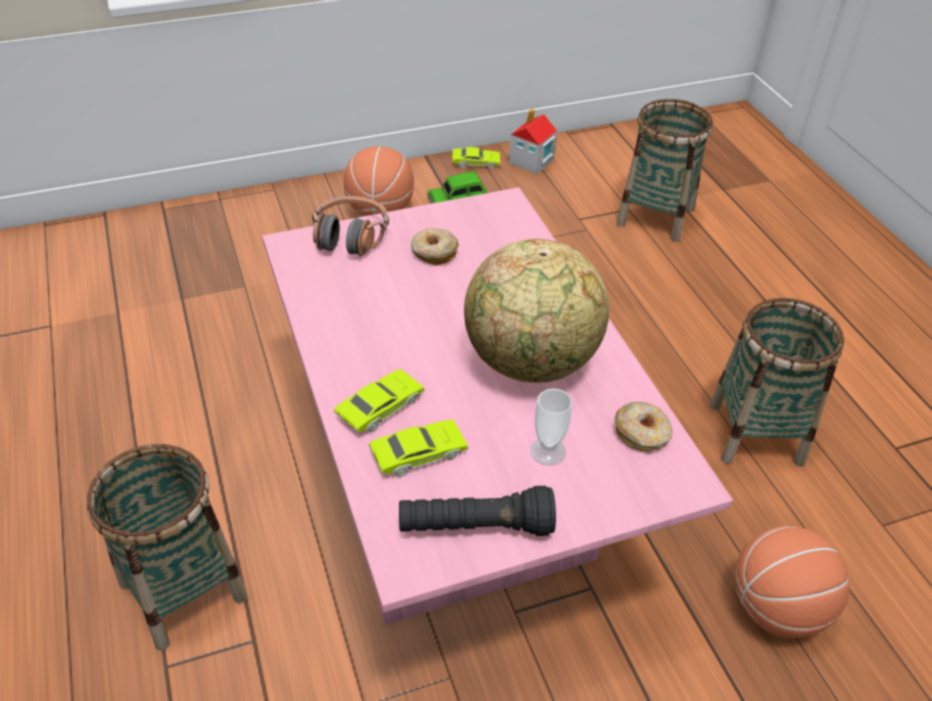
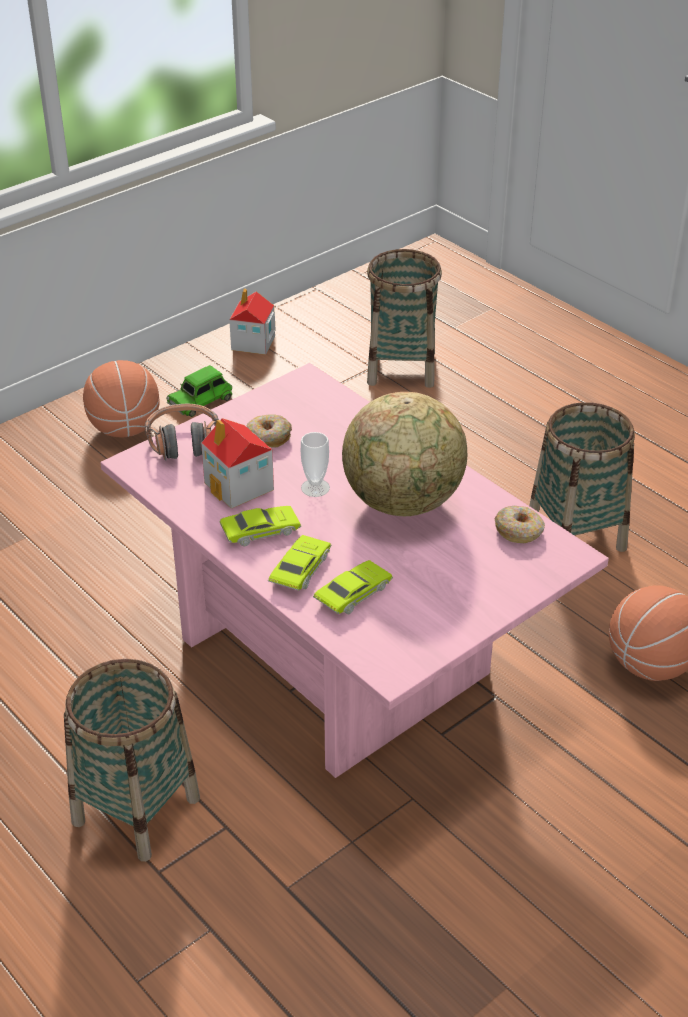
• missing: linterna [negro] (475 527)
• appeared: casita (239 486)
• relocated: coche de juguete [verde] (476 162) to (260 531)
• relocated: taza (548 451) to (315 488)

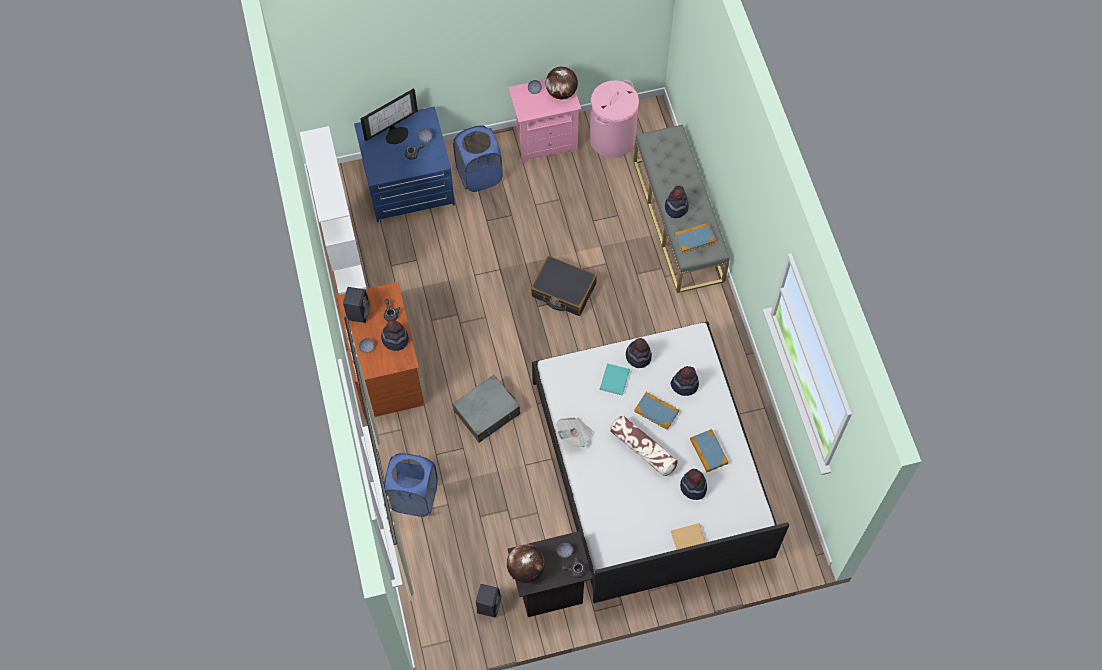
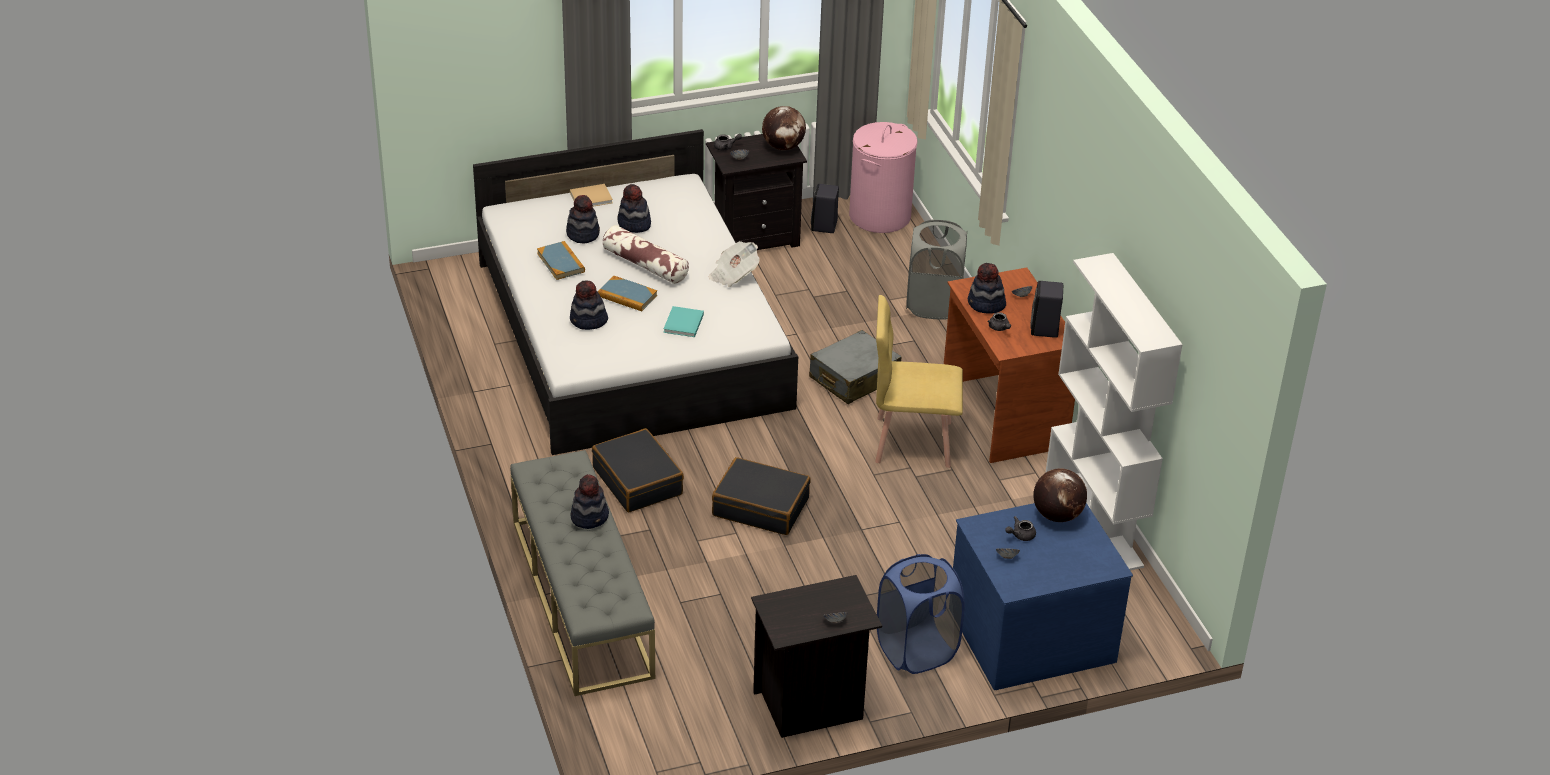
• missing: monitor (395 133)
• missing: libro (694 238)
• appeared: maleta [negro] (638 481)
• appeared: silla [amarillo] (912 441)
• relocated: globo terráqueo (561 92) to (1057 515)
• relocated: cesto de la ropa [rosa] (612 139) to (880 216)
• relocated: sombrero (638 356) to (634 224)
• colour: cesto de la ropa [azul] (413 497) to cesto de la ropa [gris] (933 304)
• colour: mesita de noche [rosa] (545 140) to mesita de noche [negro] (811 705)

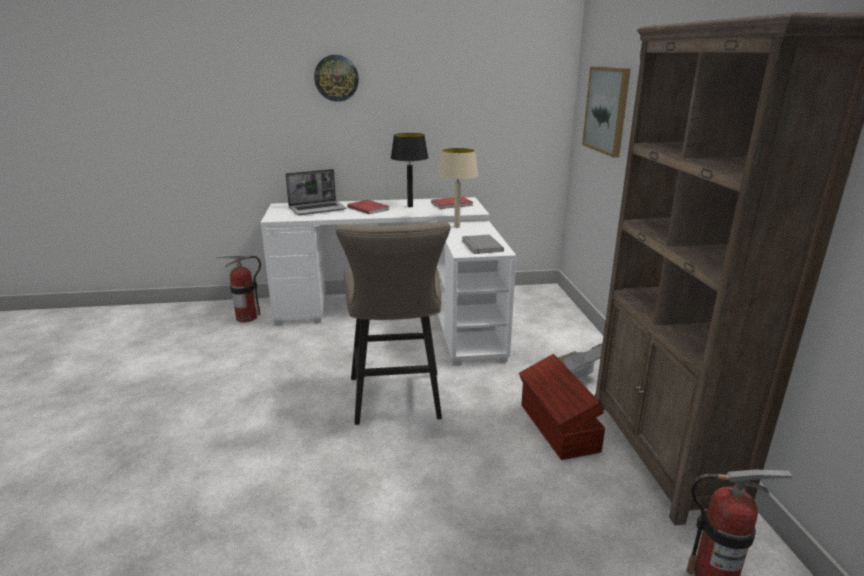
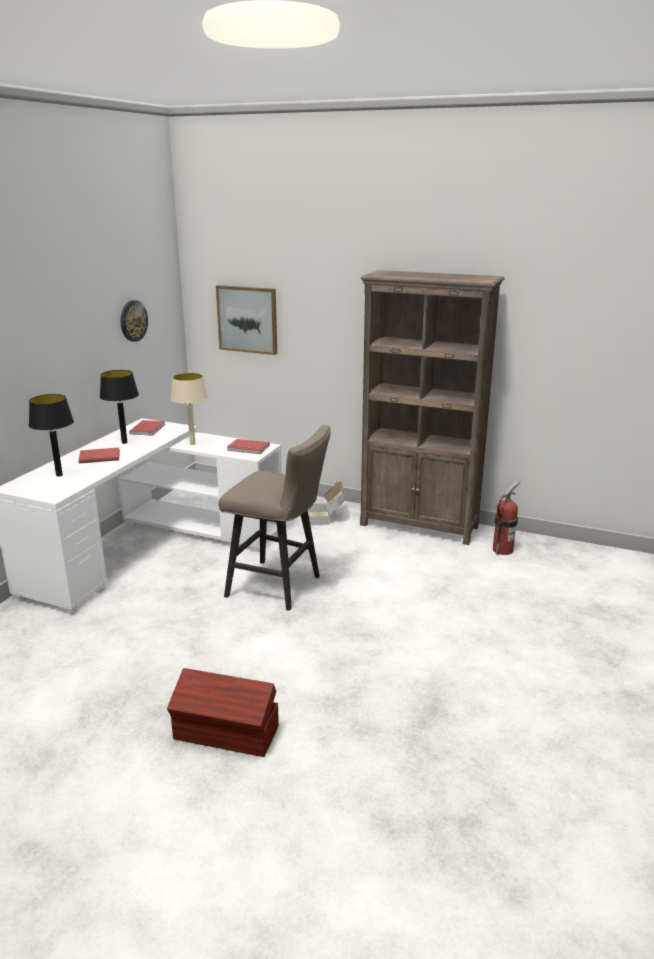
• missing: extintor (246 318)
• relocated: reloj de pared (336 78) to (133 320)
• relocated: caja de almacenaje [marrón] (557 428) to (226 734)
• exchanged: portátil (318 209) to lámpara de mesa [negro] (59 475)
• colour: libro [gris] (480 246) to libro [rojo] (248 448)

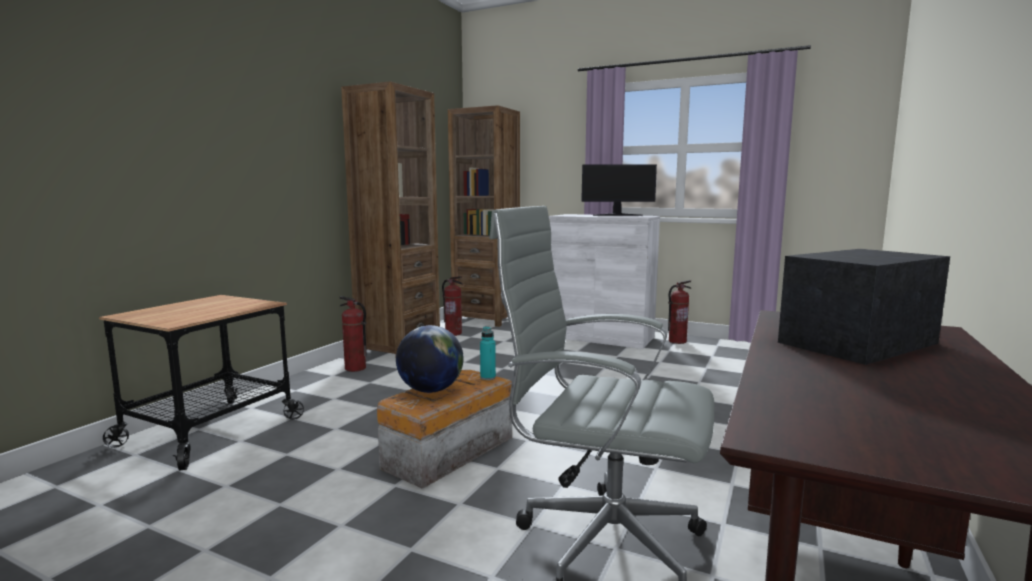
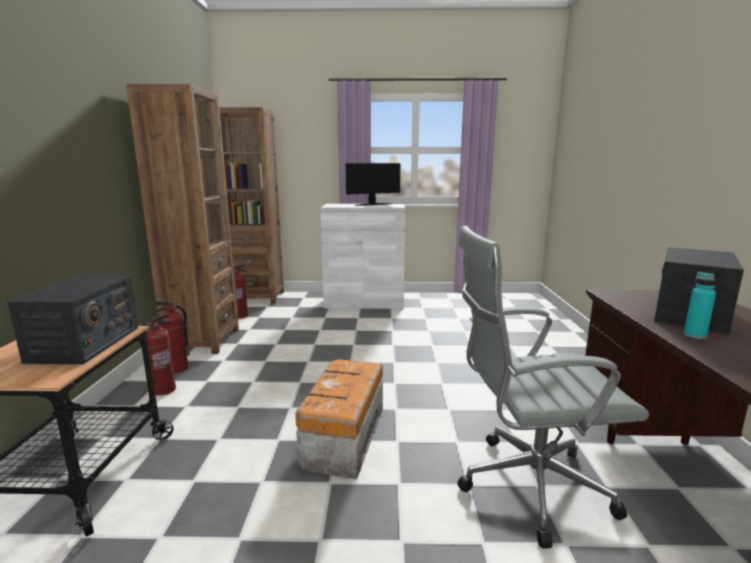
• missing: globo terráqueo (430 390)
• appeared: radio (85 344)
• relocated: botella [turquesa] (488 377) to (695 335)
• relocated: extintor (677 341) to (164 390)

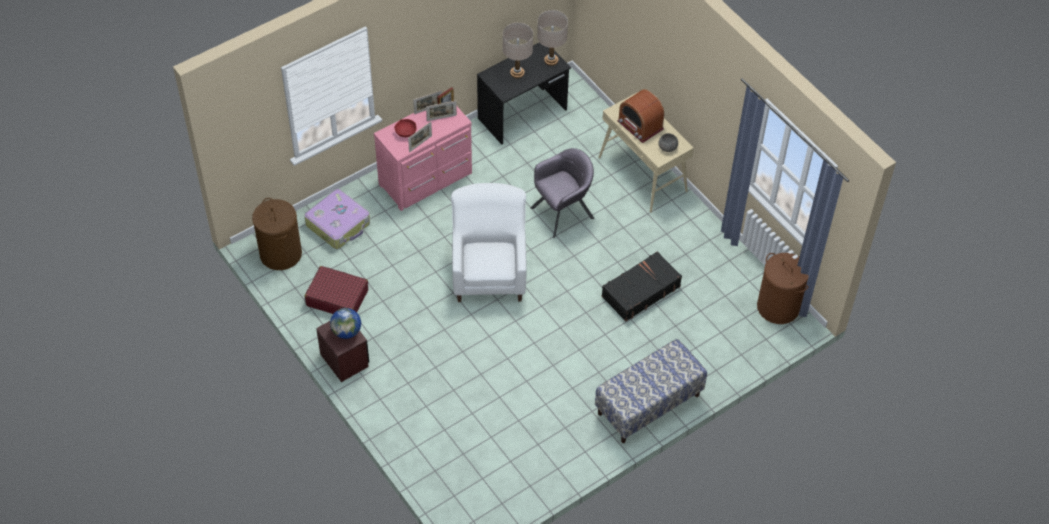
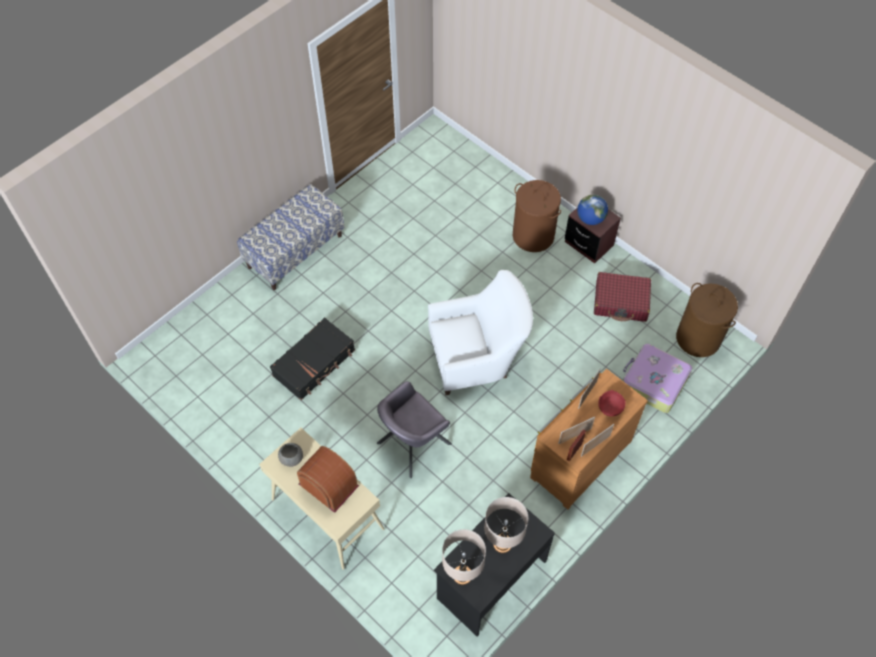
• relocated: cesto de la ropa [marrón] (778 307) to (533 235)
• colour: cómoda [rosa] (427 180) to cómoda [marrón] (578 458)
• spun: sillón [blanco] (489 270) = (477 358) 90 degrees counterclockwise

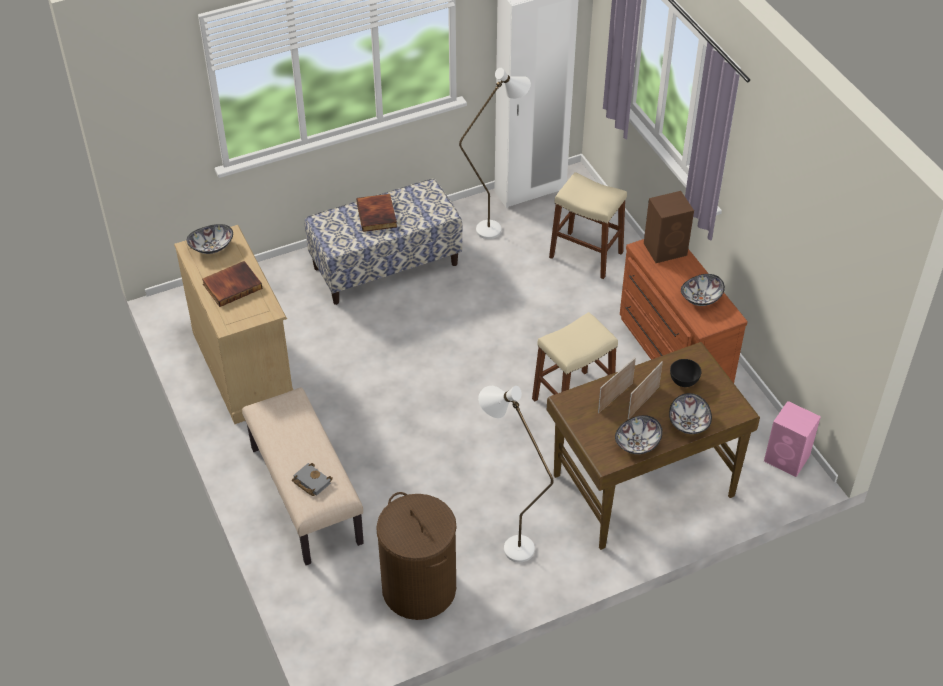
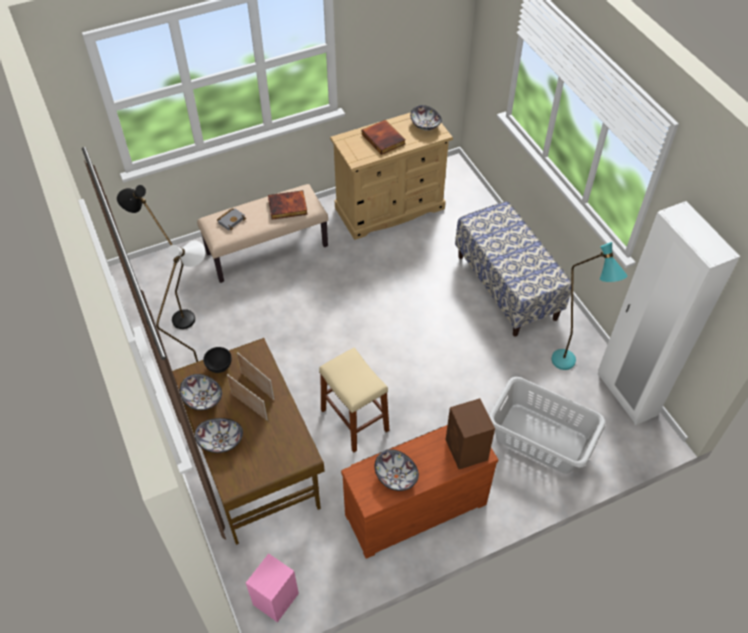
• relocated: libro (377 215) to (287 207)
• relocated: cuenco [negro] (684 381) to (219 366)
• exchanged: cesto de la ropa [marrón] (419 588) to lámpara de pie [negro] (176 316)
• exchanged: taburete [beis] (586 255) to cesto de la ropa [gris] (540 439)
• colour: lámpara de pie [blanco] (497 227) to lámpara de pie [turquesa] (568 367)

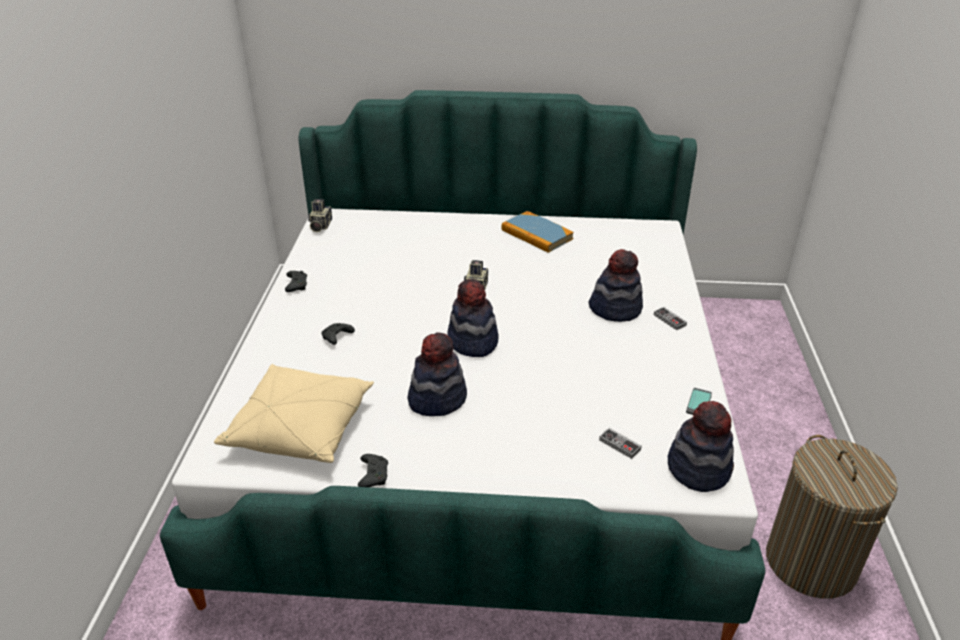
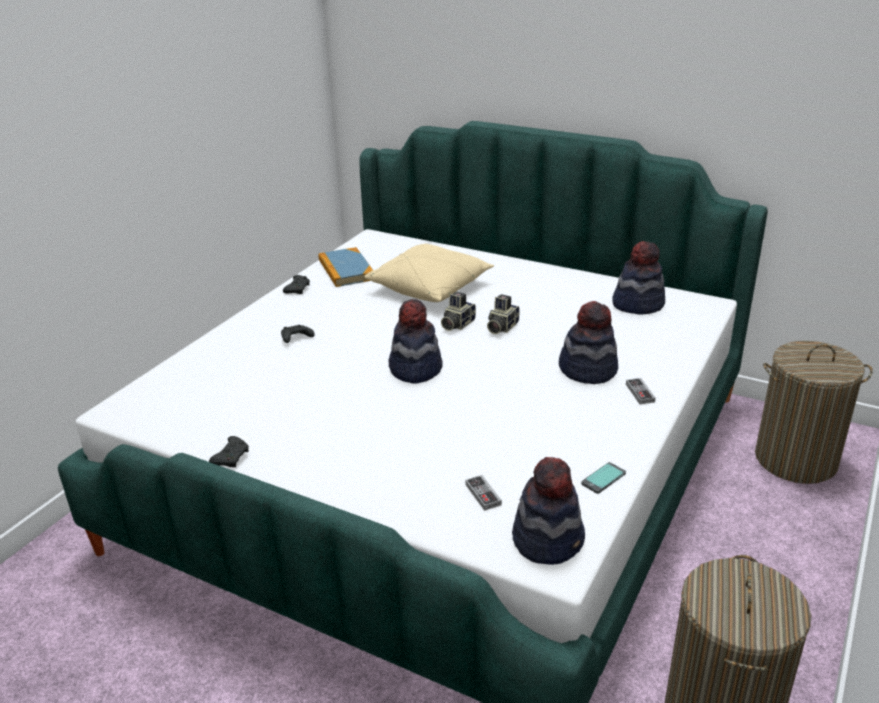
• appeared: cesto de la ropa (795 459)
• relocated: cojín [beis] (300 427) to (430 287)
• relocated: cámara (320 226) to (501 327)
• relocated: sombrero (437 398) to (638 304)
• relocated: libro (536 234) to (346 270)

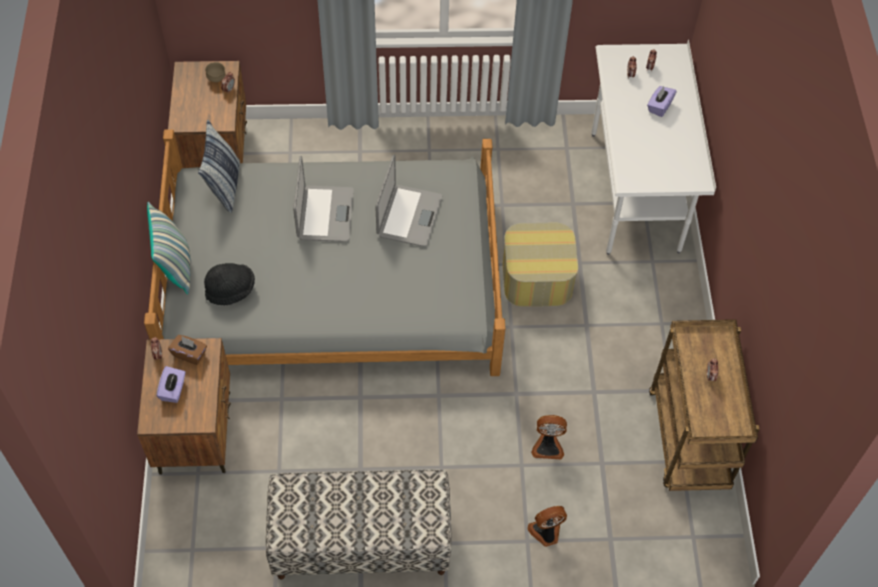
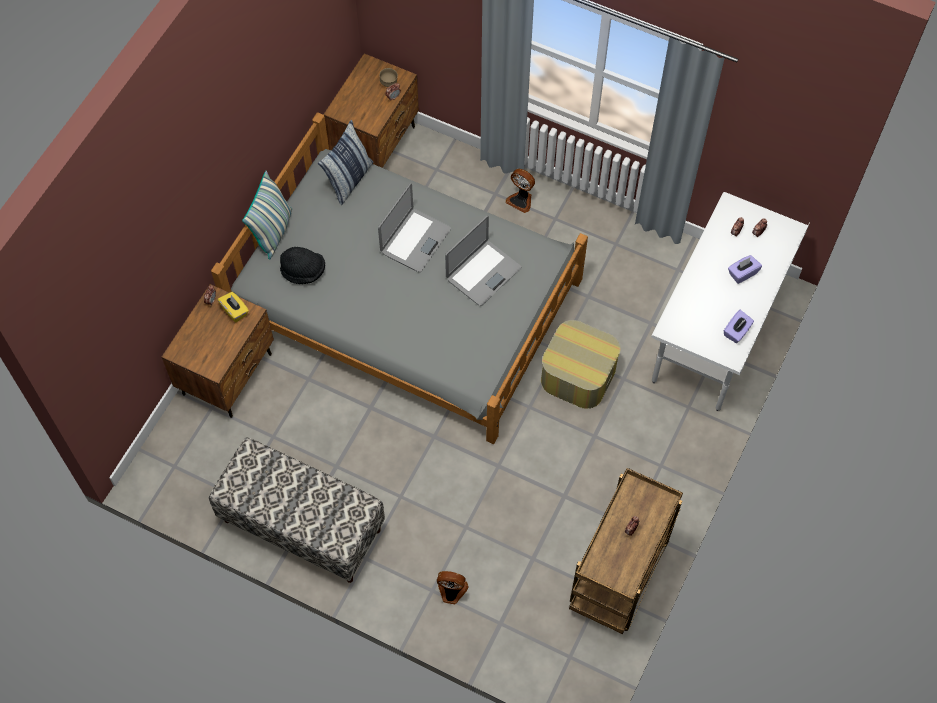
• relocated: caja de pañuelos [morado] (173 390) to (736 332)
• relocated: ventilador (548 446) to (521 200)
• colour: caja de pañuelos [marrón] (189 354) to caja de pañuelos [amarillo] (235 311)

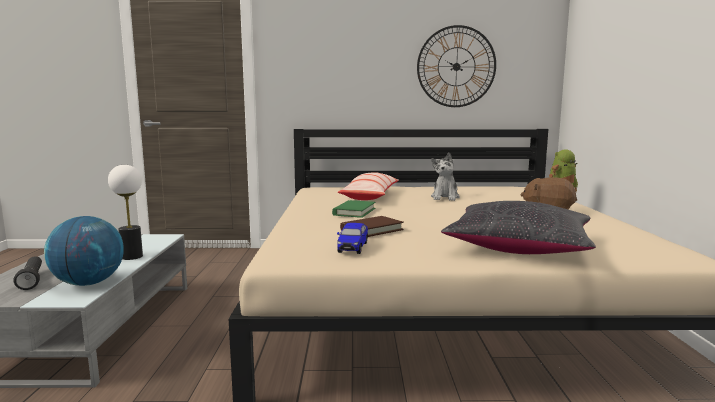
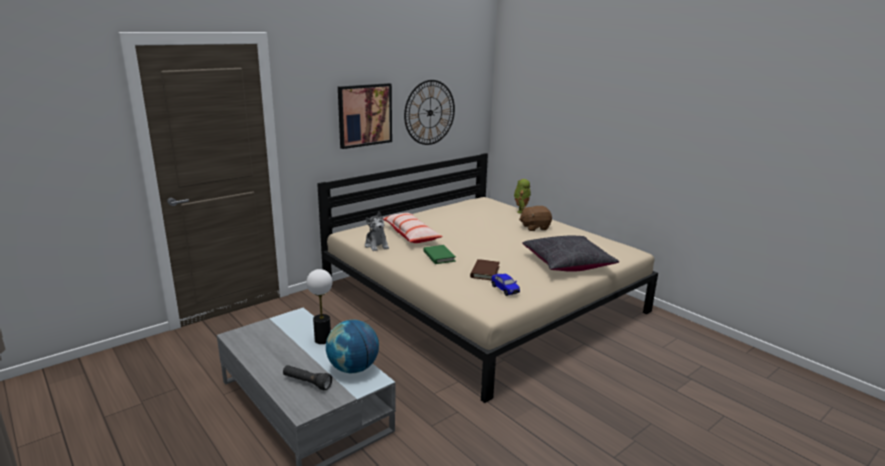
• appeared: cuadro (364 115)
• relocated: peluche (445 197) to (376 245)

